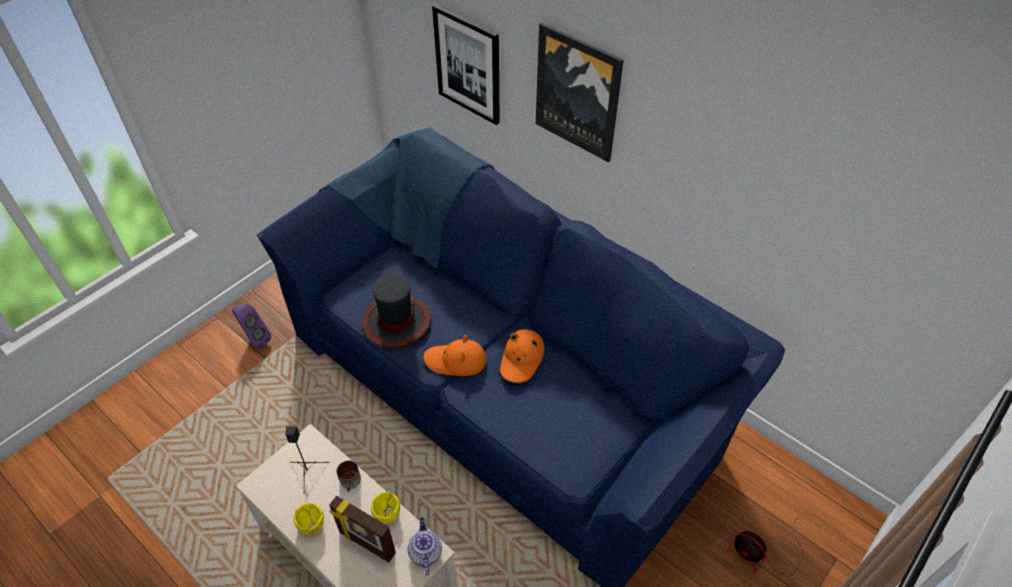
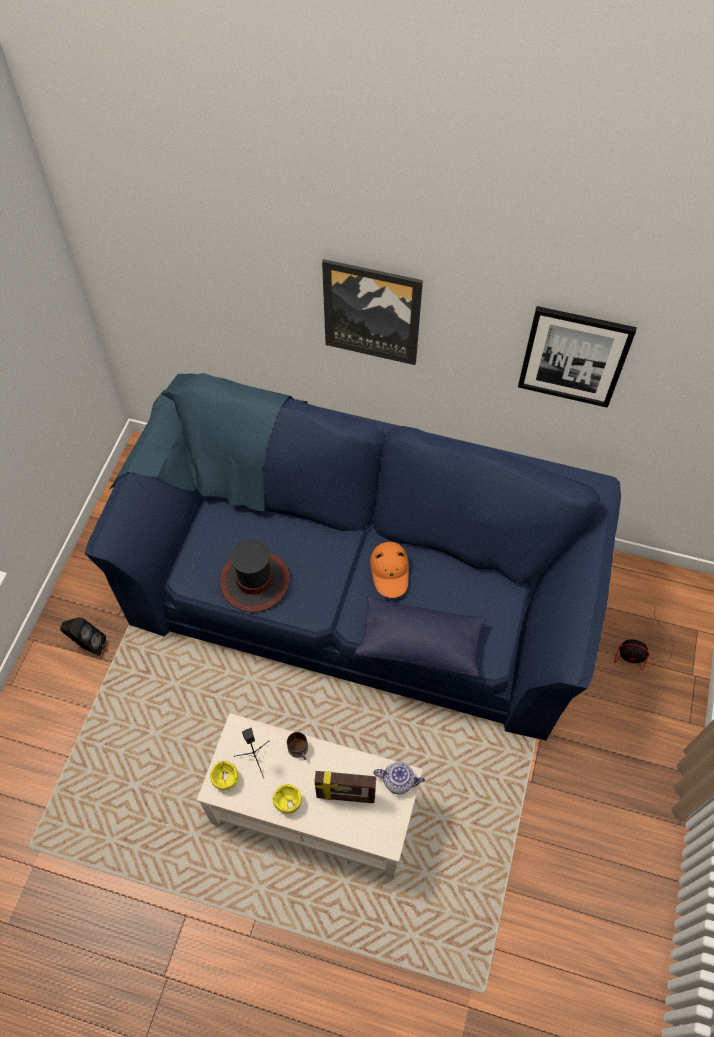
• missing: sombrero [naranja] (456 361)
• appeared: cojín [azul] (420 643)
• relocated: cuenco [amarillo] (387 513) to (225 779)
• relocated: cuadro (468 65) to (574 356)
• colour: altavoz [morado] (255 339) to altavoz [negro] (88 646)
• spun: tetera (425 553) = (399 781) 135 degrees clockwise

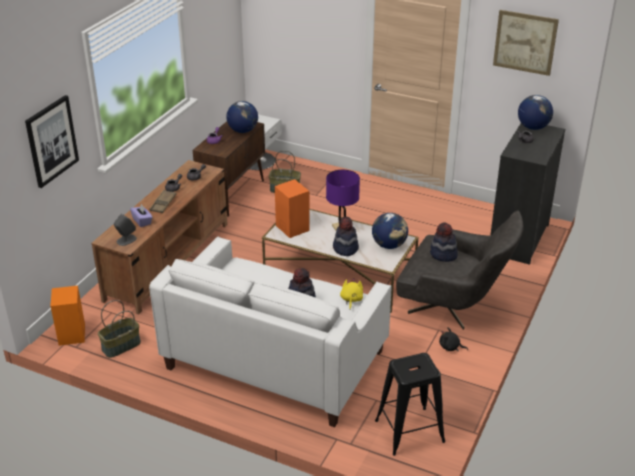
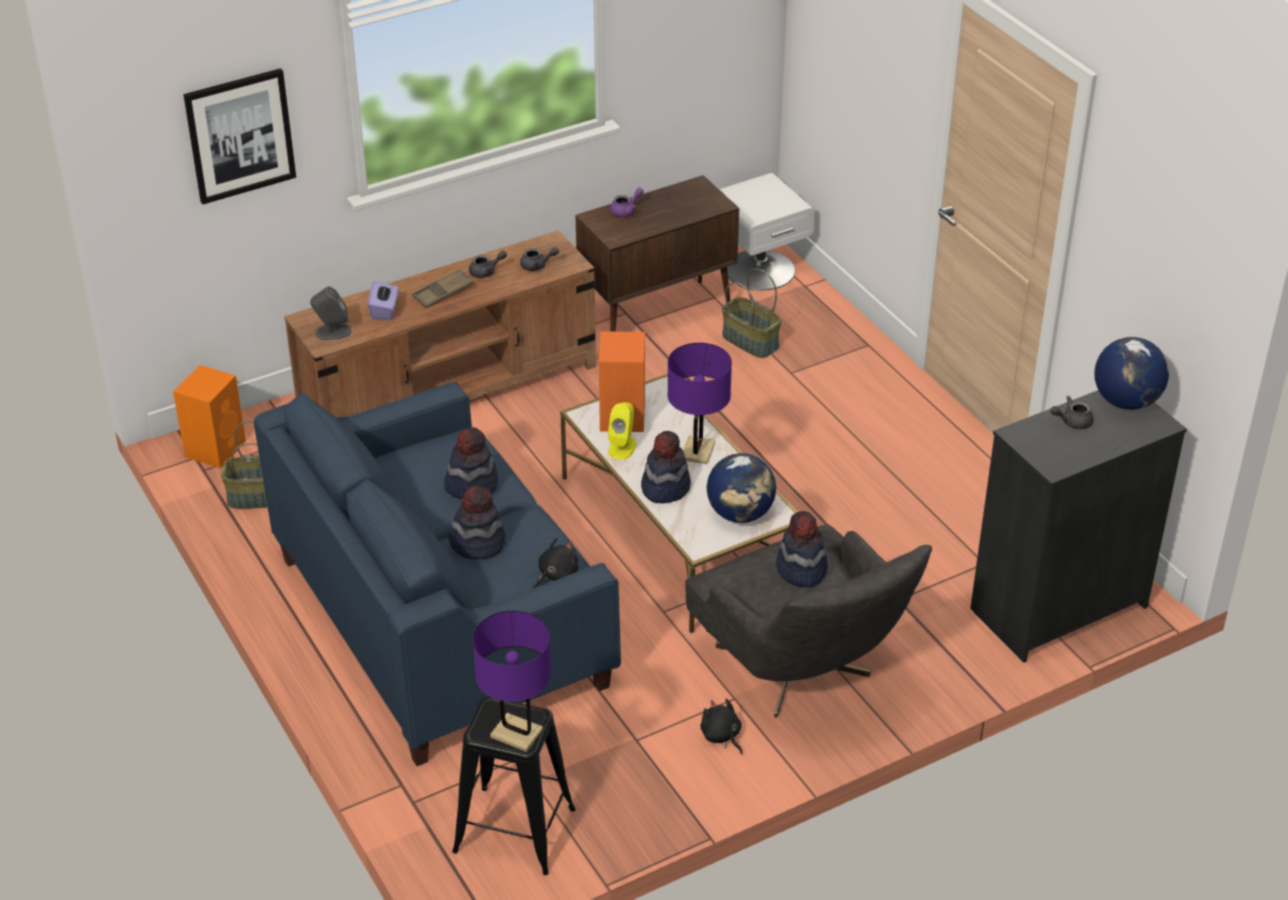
• missing: globo terráqueo (243 130)
• missing: cuadro (525 42)
• appeared: sombrero (471 485)
• appeared: lámpara de mesa [morado] (517 733)
• appeared: altavoz [amarillo] (622 447)
• colour: sofá [blanco] (275 359) to sofá [azul] (442 621)
• colour: peluche [amarillo] (351 300) to peluche [negro] (556 575)

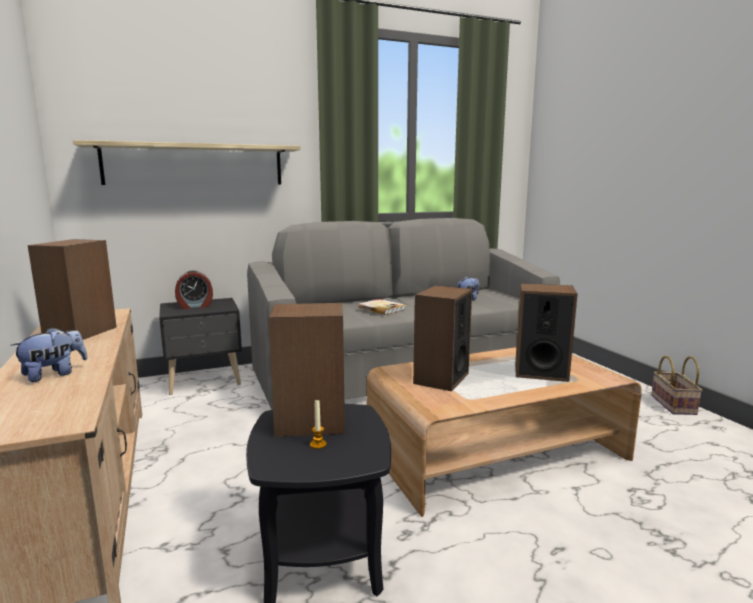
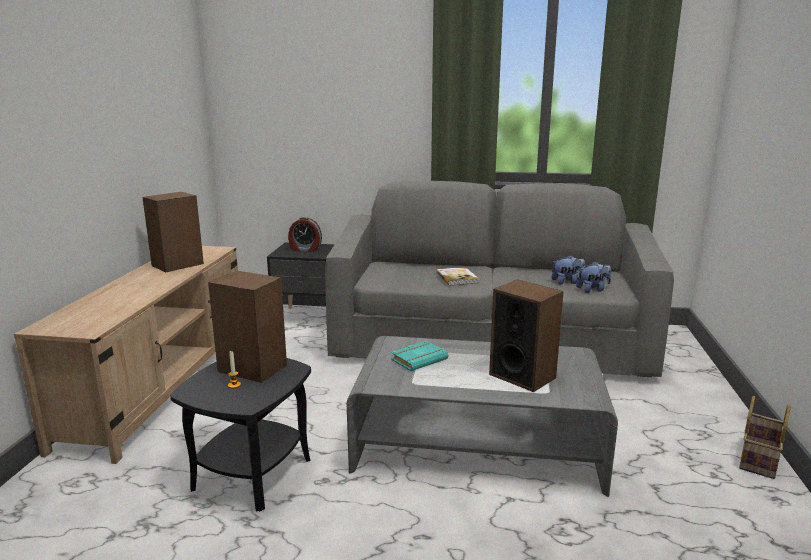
• missing: estante (195 165)
• relocated: peluche (54 374) to (593 290)
• exchanged: altavoz (441 378) to libro [turquesa] (419 359)
• colour: mesa de centro [marrón] (496 452) to mesa de centro [gris] (477 445)

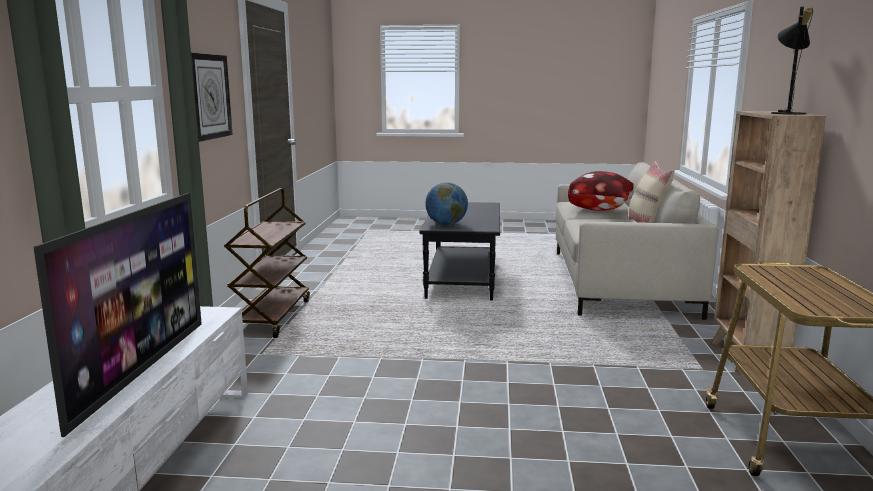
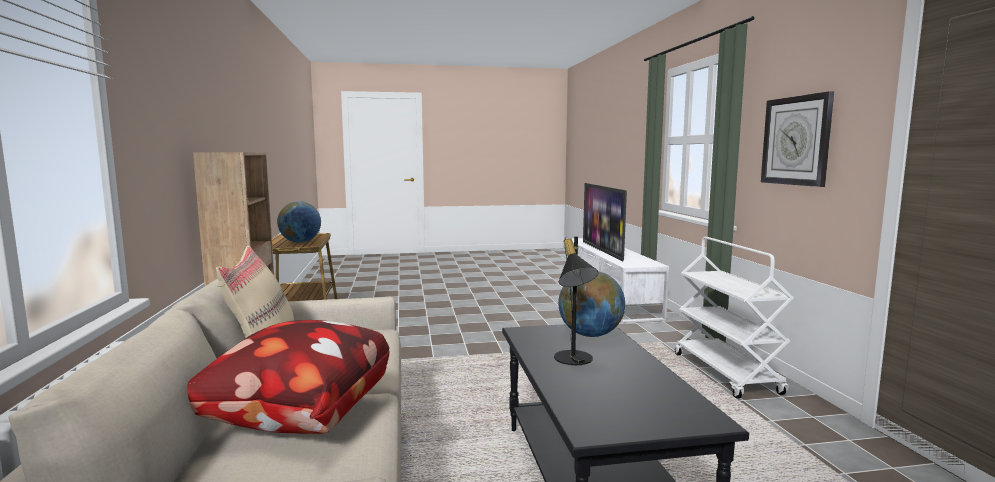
• appeared: globo terráqueo (300 242)
• relocated: lámpara de mesa [negro] (787 113) to (574 361)
• colour: carrito [marrón] (272 317) to carrito [blanco] (726 373)

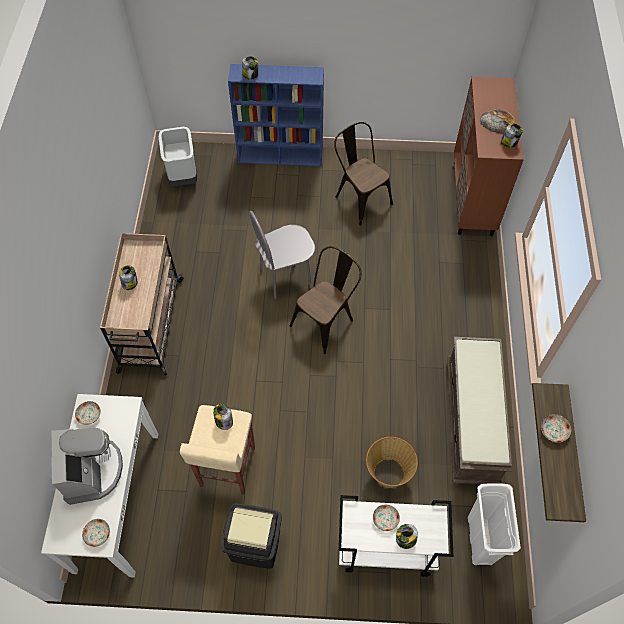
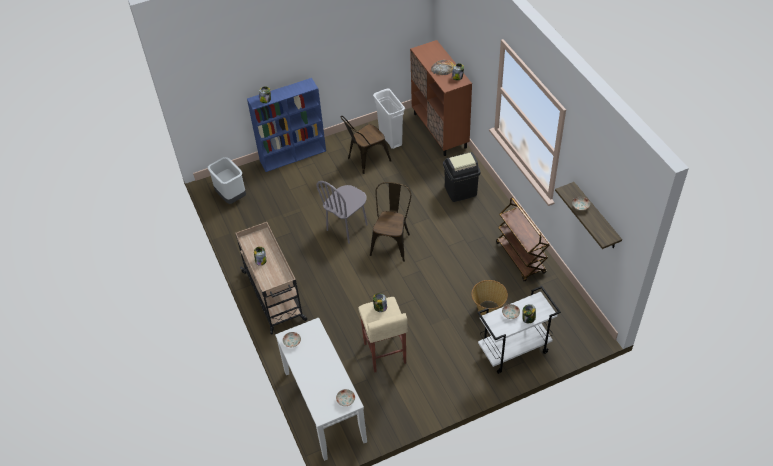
• missing: cafetera (92 471)
• relocated: papelera [negro] (255 545) to (460 191)
• relocated: papelera [blanco] (480 539) to (390 138)
• exchanged: banco [marrón] (472 422) to carrito [marrón] (521 258)
• spun: silla [marrón] (360 198) = (366 160) 60 degrees counterclockwise

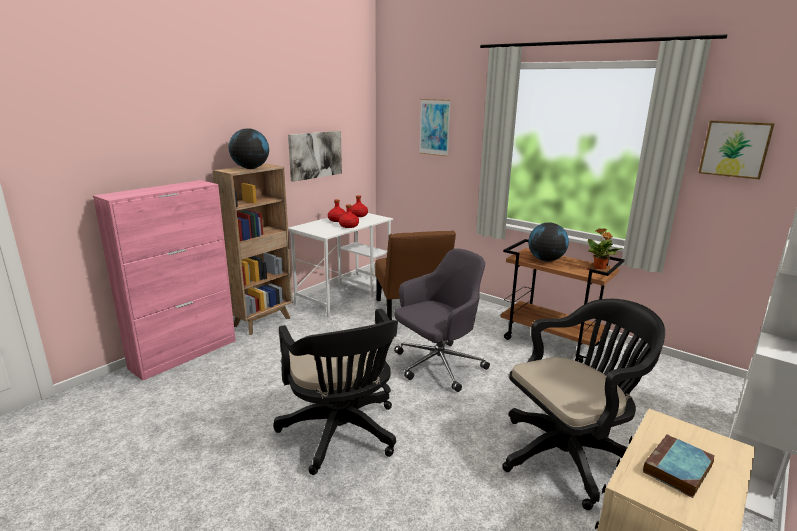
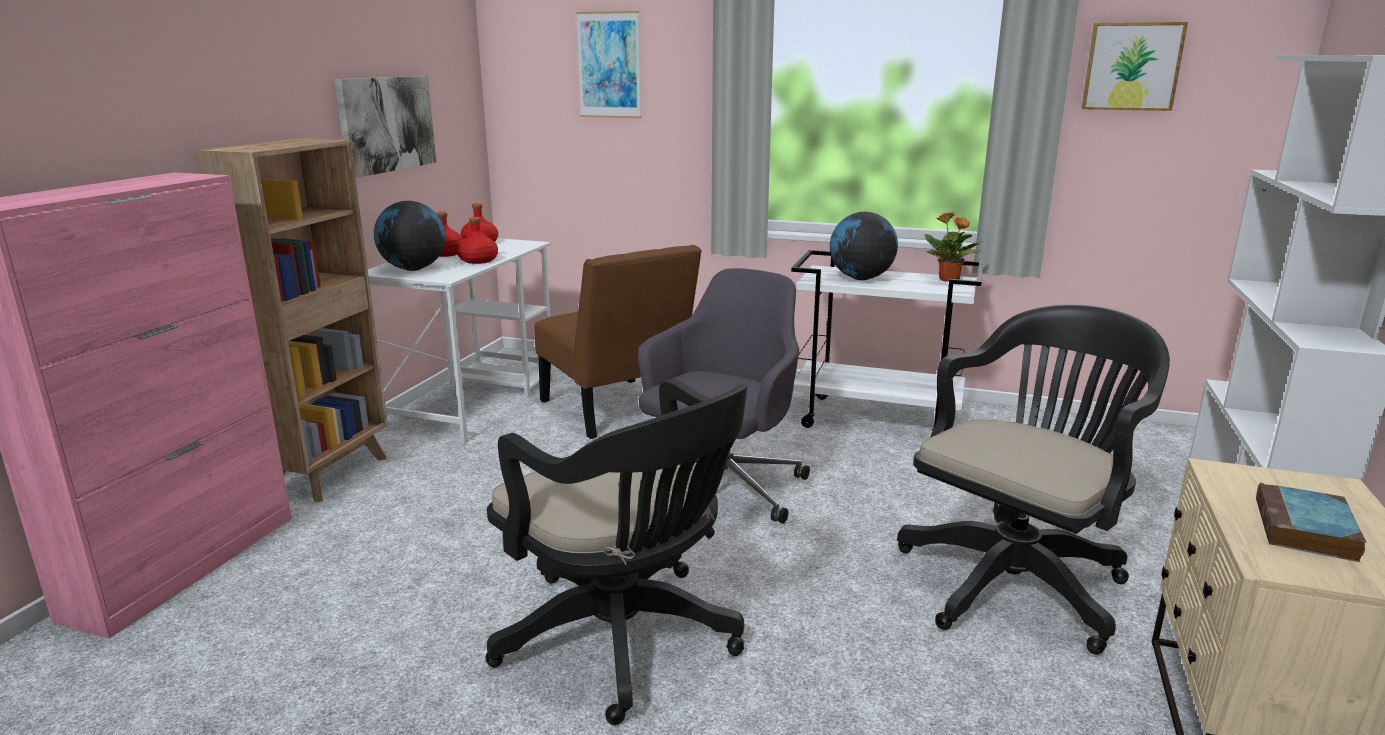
• relocated: globo terráqueo (250 168) to (413 269)
• colour: carrito [marrón] (551 342) to carrito [blanco] (878 419)

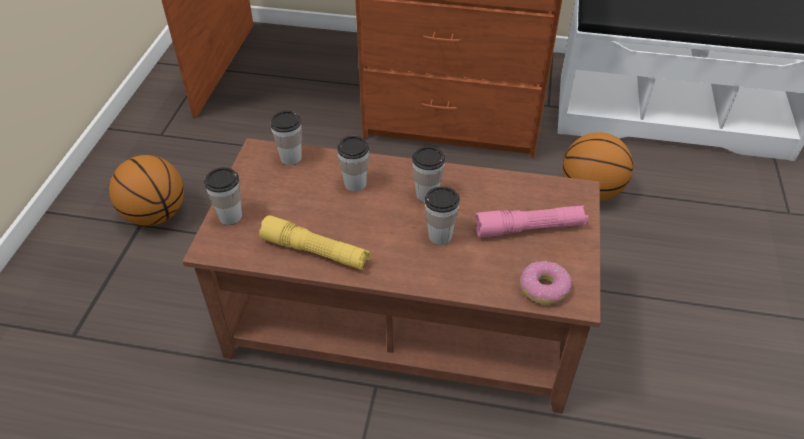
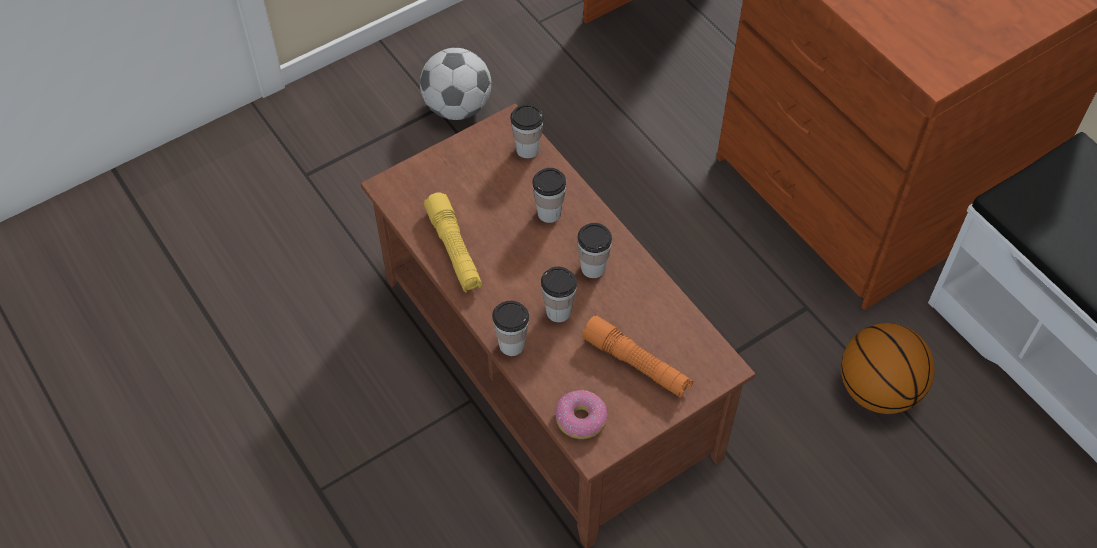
• relocated: taza (230 216) to (512 345)
• exchanged: balón de baloncesto (156 214) to balón de fútbol (457 107)
• colour: linterna [rosa] (530 228) to linterna [naranja] (636 364)

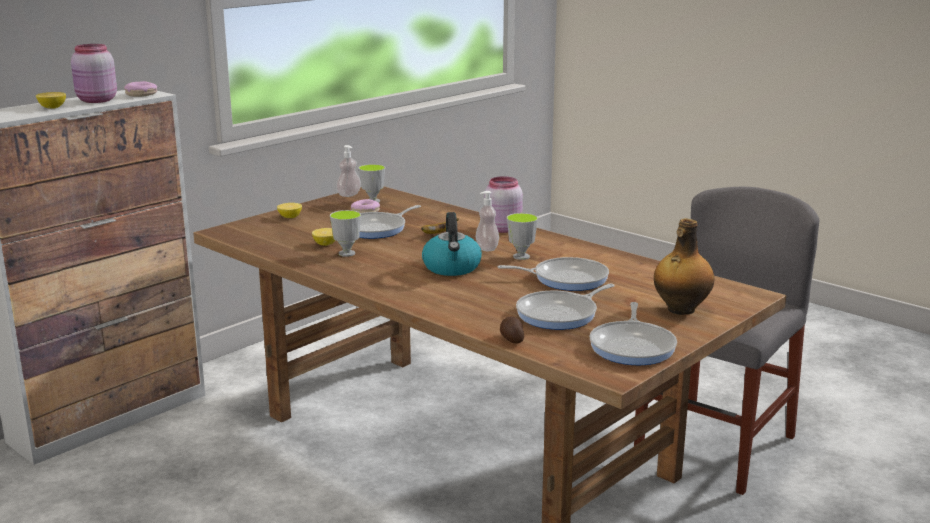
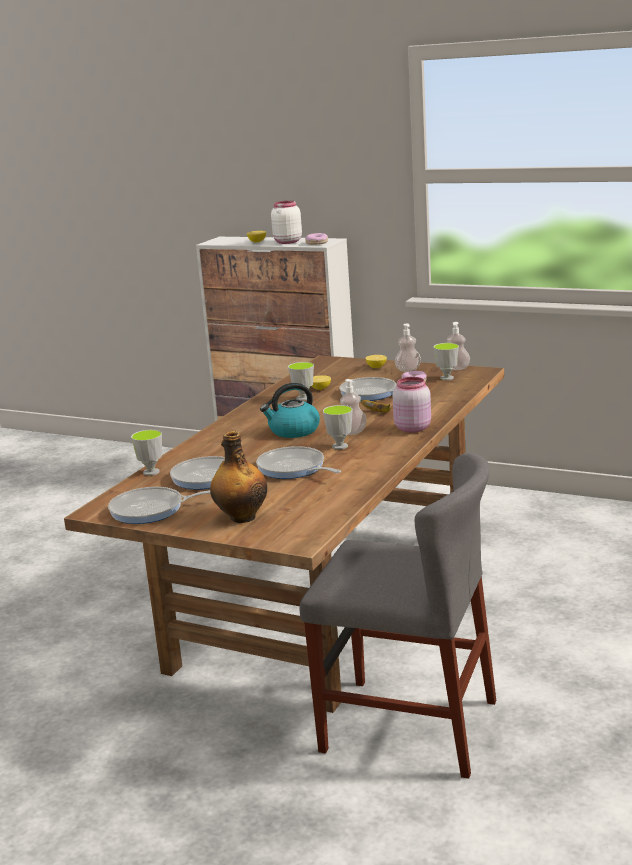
• appeared: dispensador de jabón (408 370)
• exchanged: patata (511 339) to taza (151 472)
• colour: tarro [rosa] (96 100) to tarro [blanco] (287 242)
• spun: sartén (566 279) = (293 469) 150 degrees clockwise

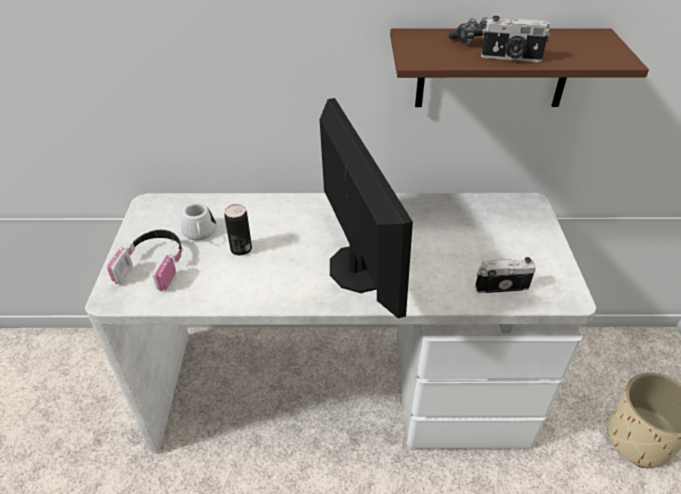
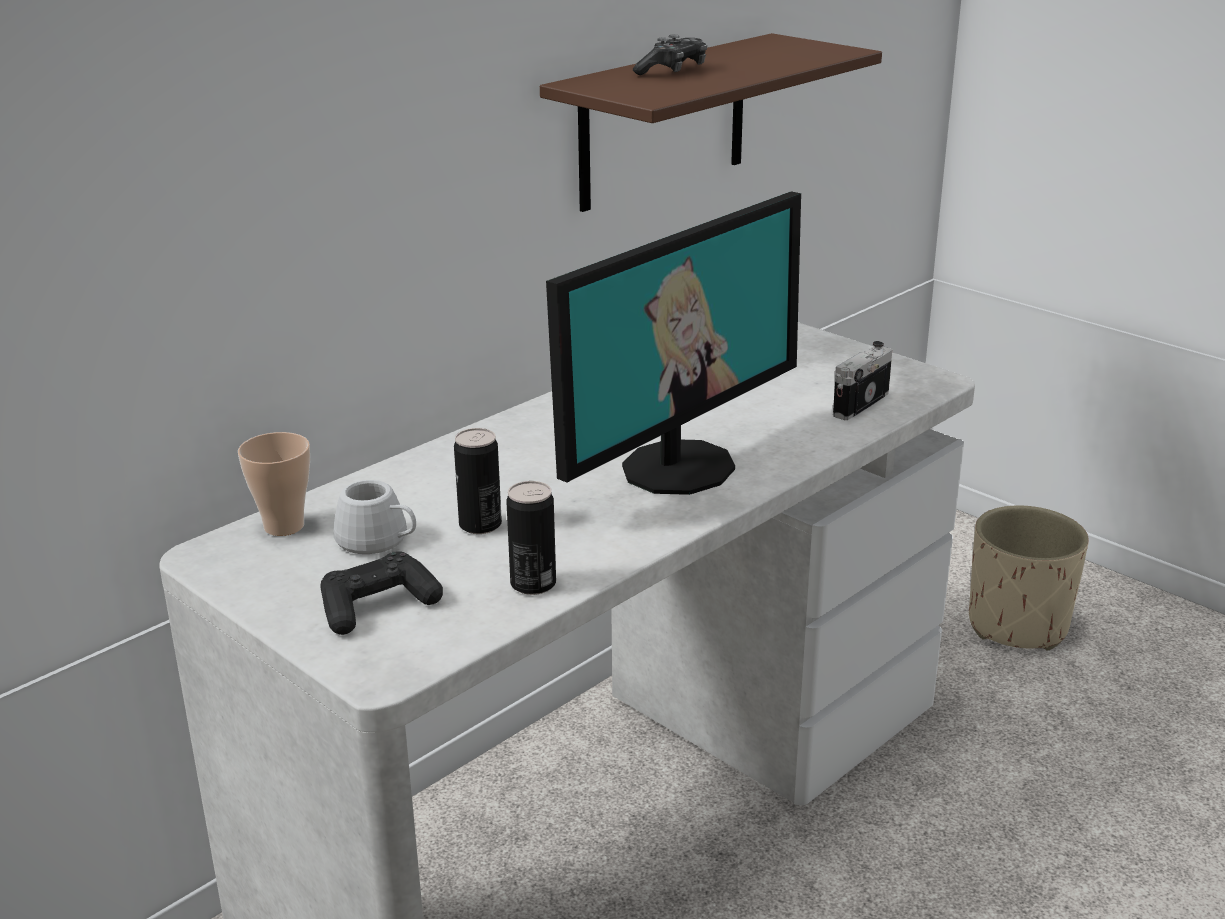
• missing: cámara (511 58)
• appeared: taza (284 526)
• appeared: lata (533 584)
• exchanged: auriculares (154 265) to mando de consola [negro] (378 606)
• spun: monitor (357 268) = (676 466) 105 degrees clockwise

